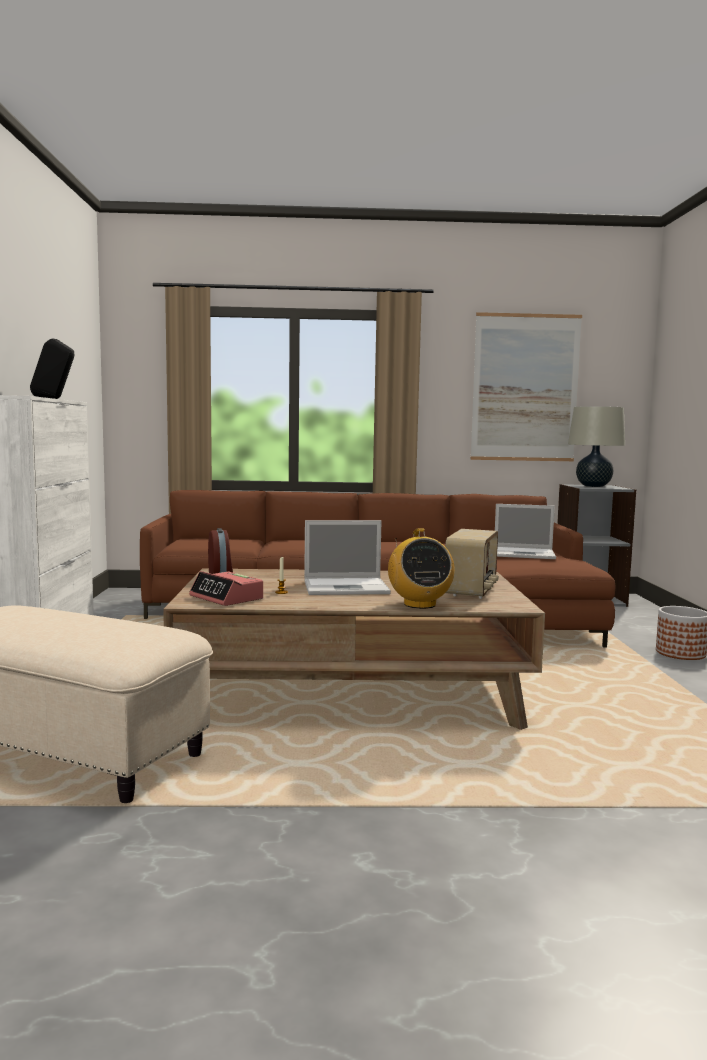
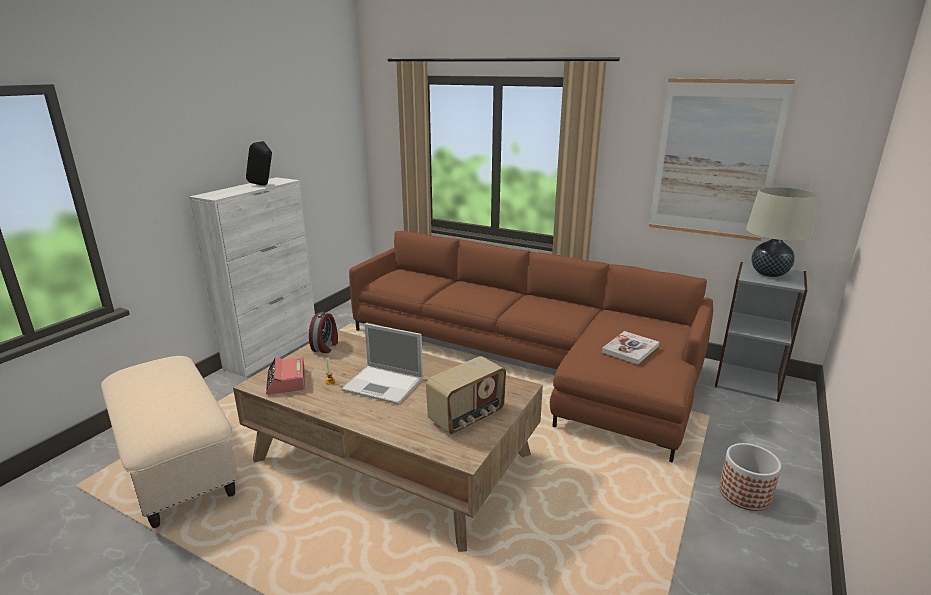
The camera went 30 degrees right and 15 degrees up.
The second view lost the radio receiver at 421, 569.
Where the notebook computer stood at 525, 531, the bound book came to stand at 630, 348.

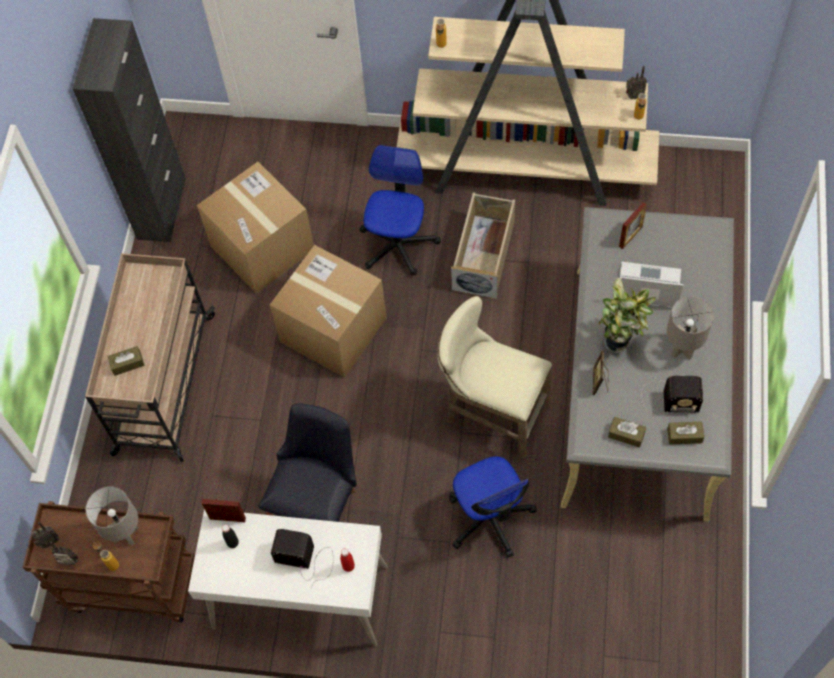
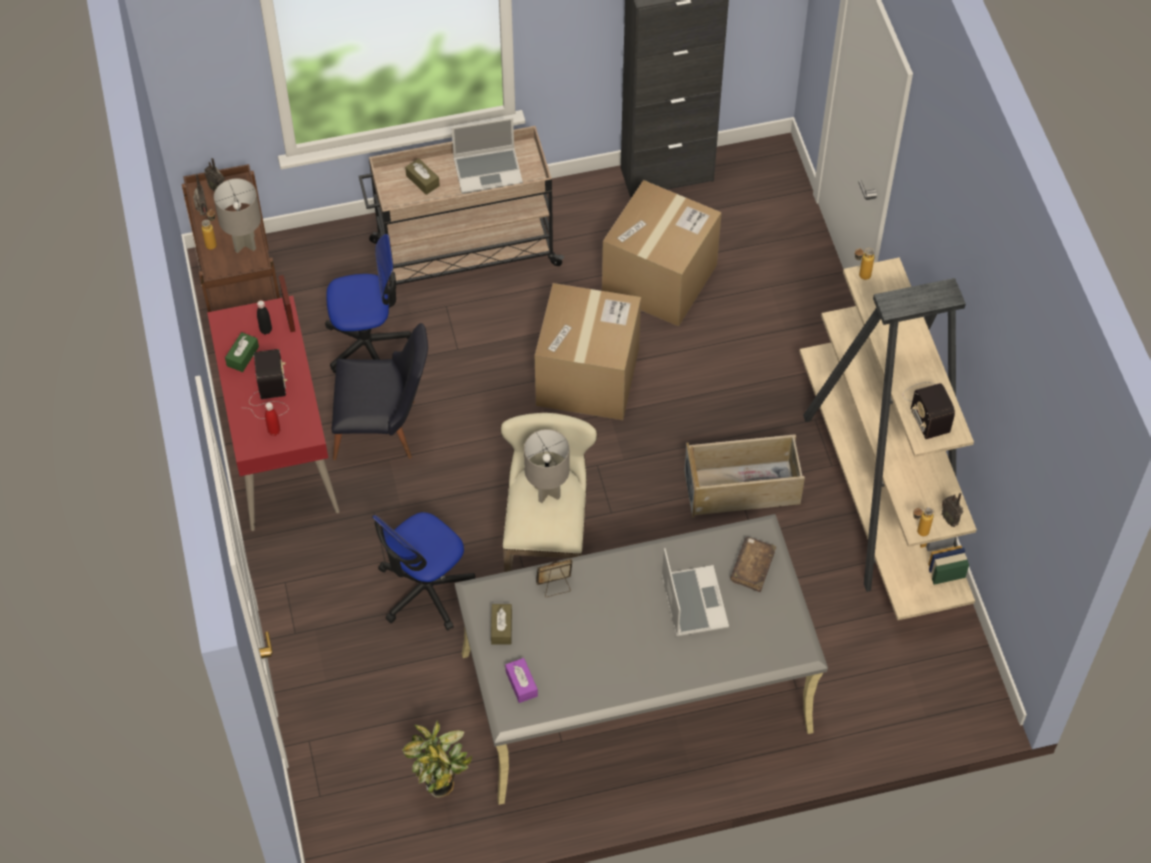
The camera went 65 degrees right and 5 degrees down.
What was the whitish desk unit at 288, 577 turned into the red desk unit at 273, 413.
The office chair ended up elsewhere, having gone from 400, 210 to 368, 303.
The houseplant ended up elsewhere, having gone from 628, 315 to 437, 759.
Where the standing frame stood at 633, 225, the brownish bound book came to stand at 753, 564.
The radio receiver ended up elsewhere, having gone from 672, 394 to 929, 410.
The grey lamp for a table ended up elsewhere, having gone from 690, 328 to 547, 466.
What was the brownish tissue box at 685, 433 turned into the purplish tissue box at 521, 680.
The second view gained the green tissue box at 242, 352.
The second view gained the notebook computer at 487, 156.

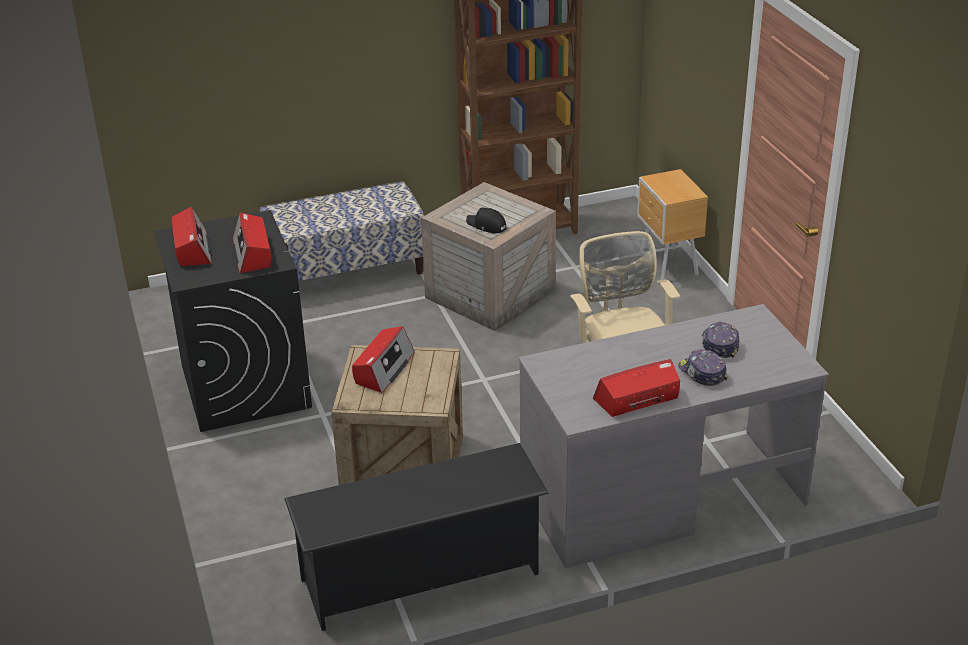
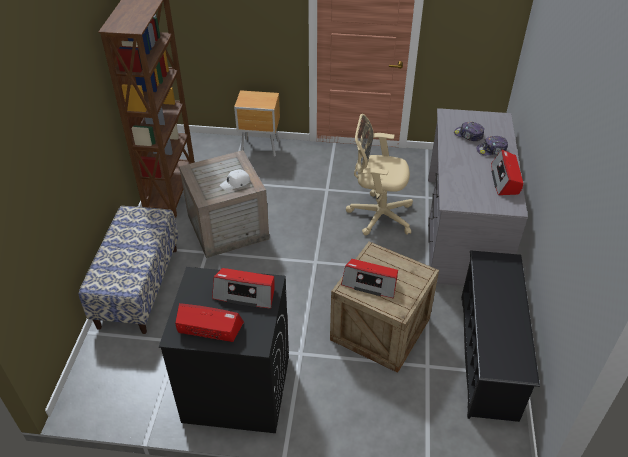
The camera went 65 degrees left and 10 degrees up.
The radio receiver at 383, 359 ended up facing another way, 150 degrees clockwise from before.
What was the blackish baseball cap at 486, 220 turned into the whitish baseball cap at 235, 180.

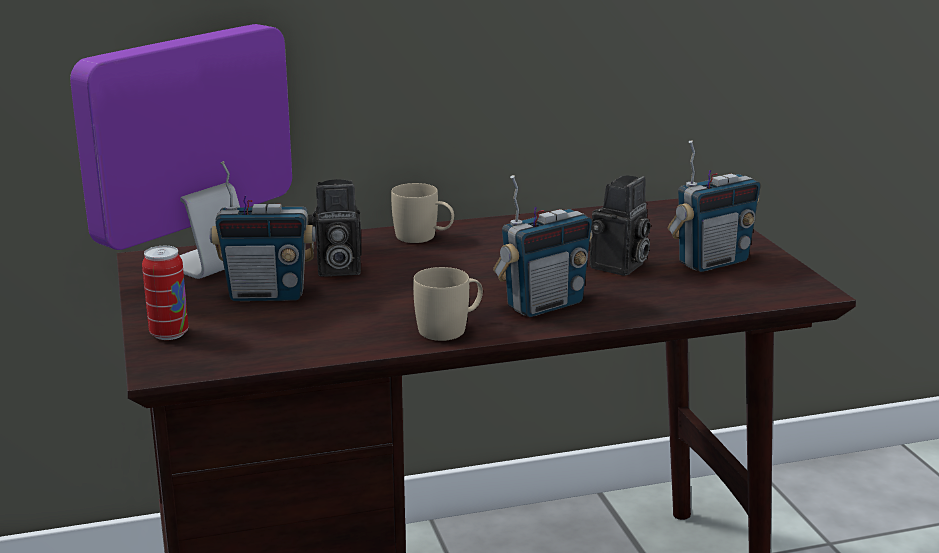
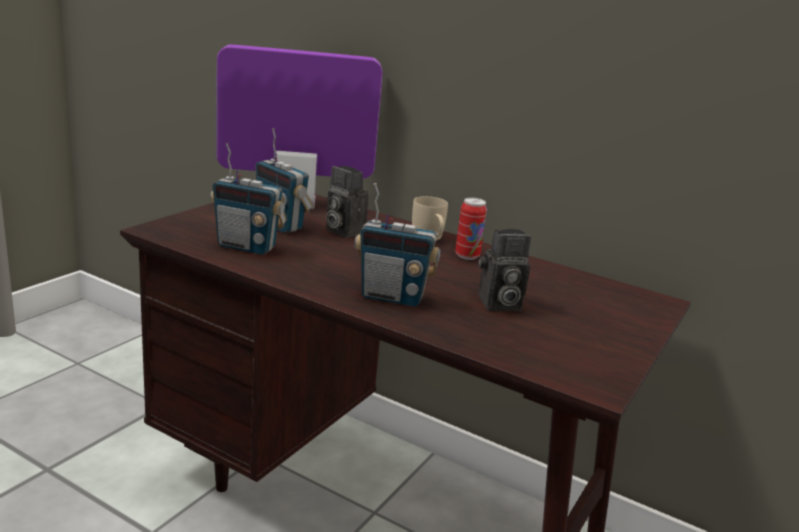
The camera went 45 degrees right and 0 degrees up.
The metal can ended up elsewhere, having gone from 165, 293 to 471, 229.
The second view lost the sand-coloured coffee mug at 448, 304.
The radio receiver ended up elsewhere, having gone from 714, 206 to 248, 199.

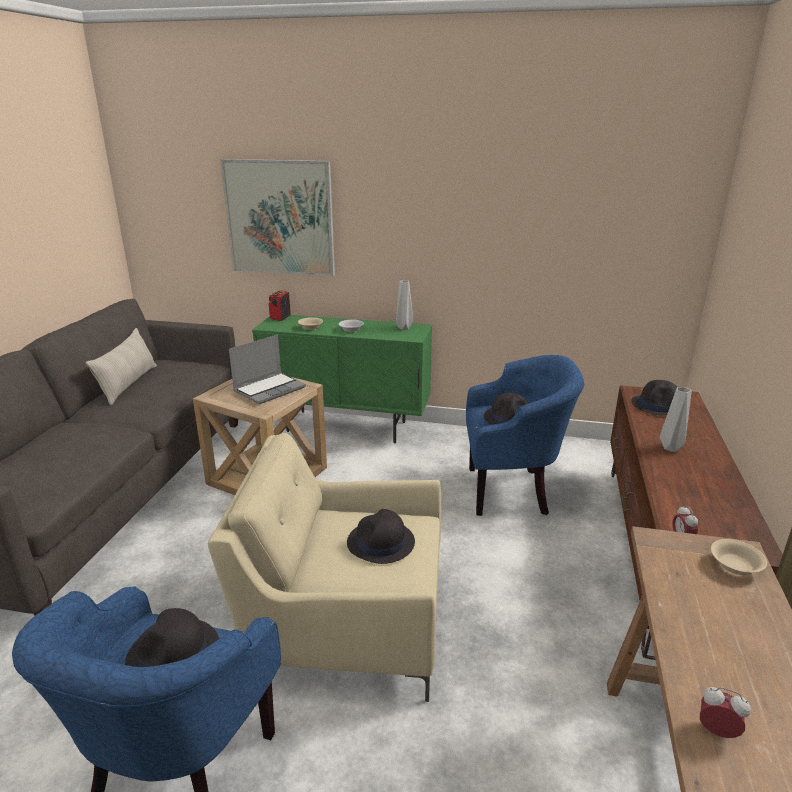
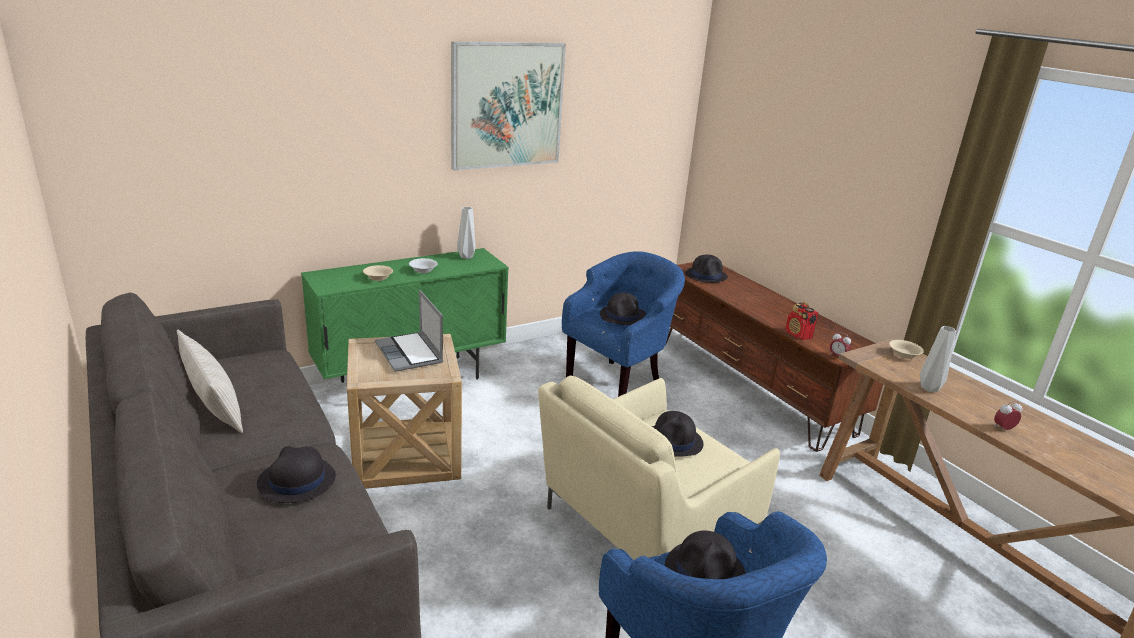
The camera went 45 degrees left and 0 degrees up.
The picture ended up elsewhere, having gone from 277, 217 to 508, 106.
The notebook computer at 267, 369 ended up facing another way, 150 degrees clockwise from before.
The radio receiver ended up elsewhere, having gone from 280, 305 to 801, 321.
The grey decorative vase ended up elsewhere, having gone from 676, 419 to 938, 359.
The second view gained the blackish hat at 296, 474.

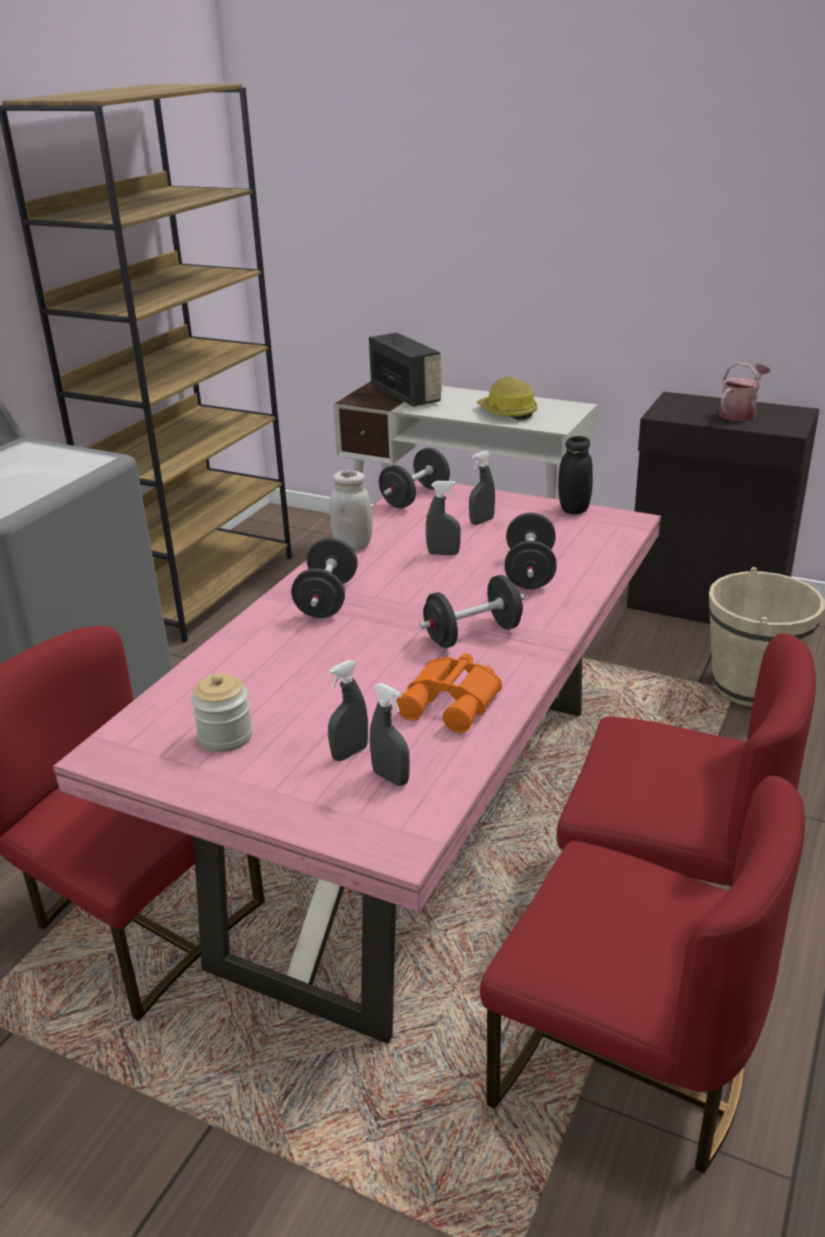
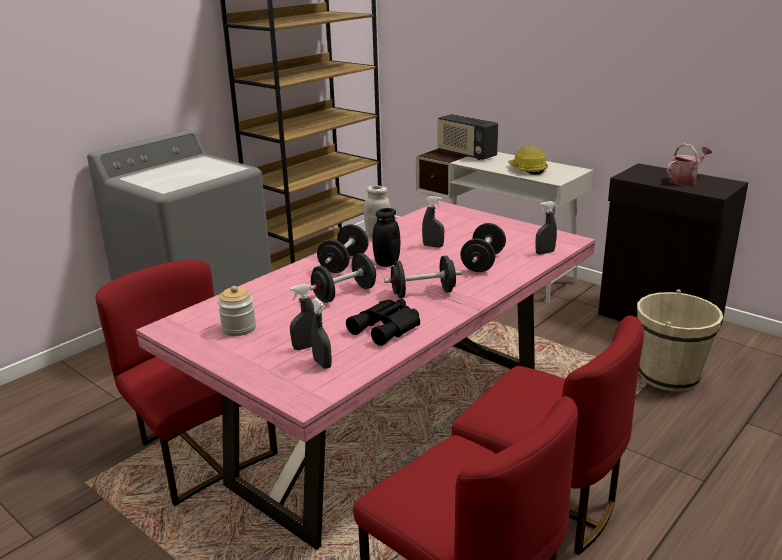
The camera went 15 degrees right and 5 degrees down.
The radio receiver at 405, 369 ended up facing another way, 150 degrees clockwise from before.
The blackish hand weight ended up elsewhere, having gone from 414, 478 to 343, 278.
What was the orange-coloured field glasses at 449, 693 turned into the blackish field glasses at 383, 322.
The grey spray bottle ended up elsewhere, having gone from 482, 488 to 546, 228.
The blackish storage jar ended up elsewhere, having gone from 575, 475 to 386, 237.

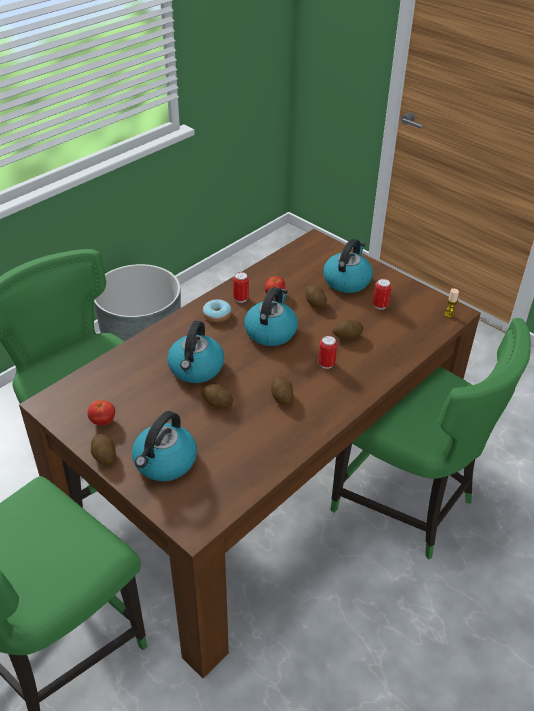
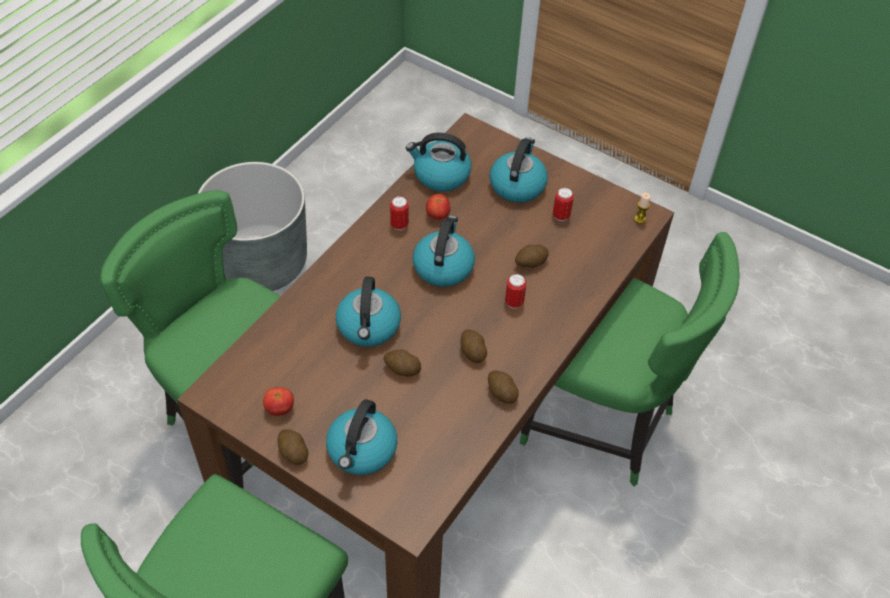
The camera went 10 degrees left and 10 degrees up.
The second view lost the doughnut at 217, 310.
The spud ended up elsewhere, having gone from 316, 296 to 503, 387.
The second view gained the tea kettle at 439, 162.

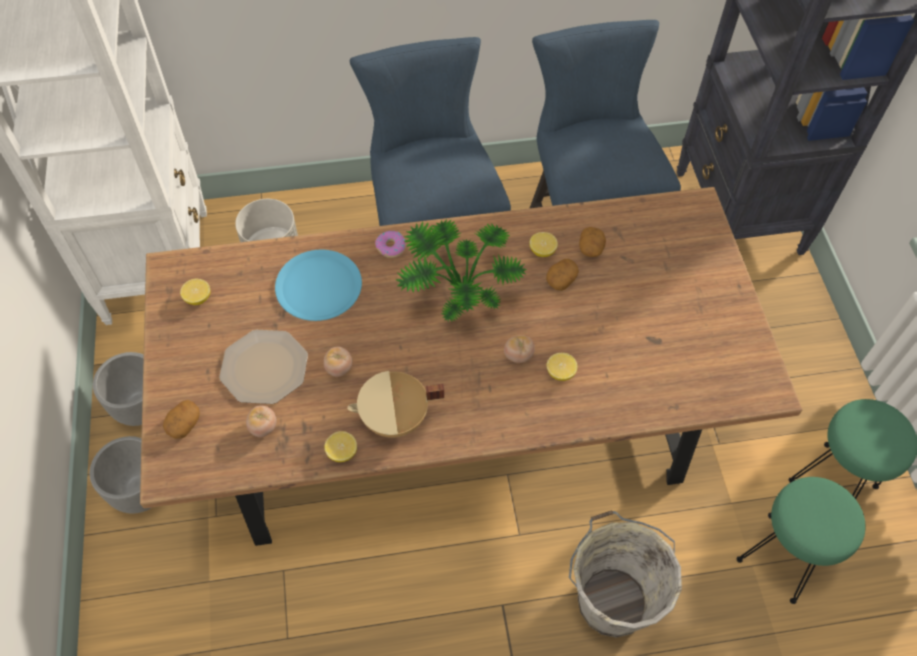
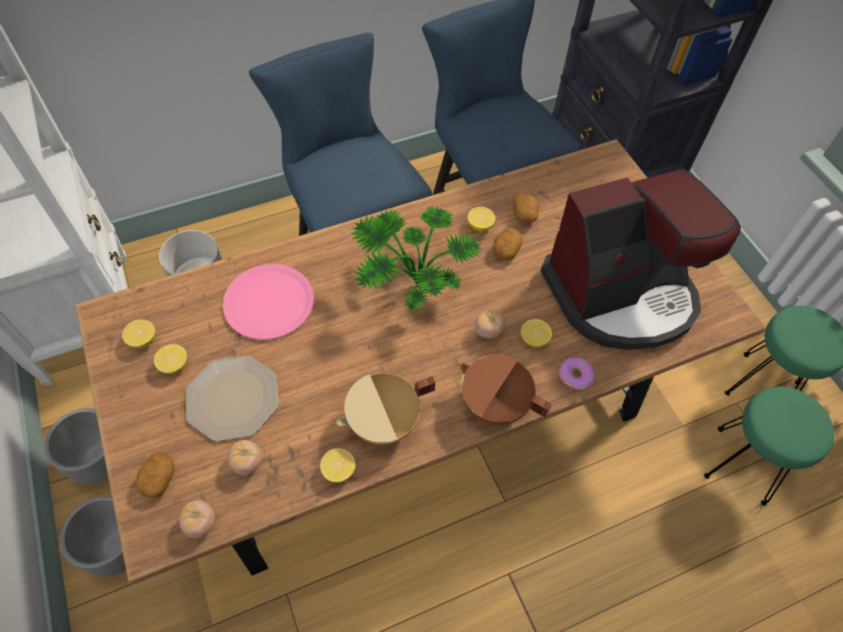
The camera went 15 degrees left and 0 degrees up.
What was the blue-coloured flat dish at 318, 285 turned into the pink flat dish at 268, 302.
The fresh tomato ended up elsewhere, having gone from 337, 362 to 197, 519.
The doughnut ended up elsewhere, having gone from 390, 244 to 577, 373.
The second view lost the grey bucket at 625, 573.
The second view gained the lemon at 170, 359.
The second view gained the brownish cooking pot at 505, 389.
The second view gained the coffee brewer at 641, 259.

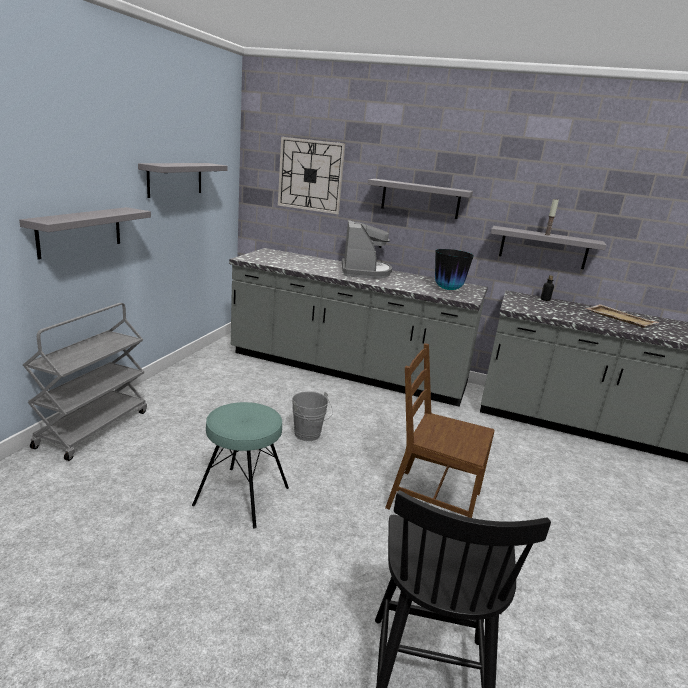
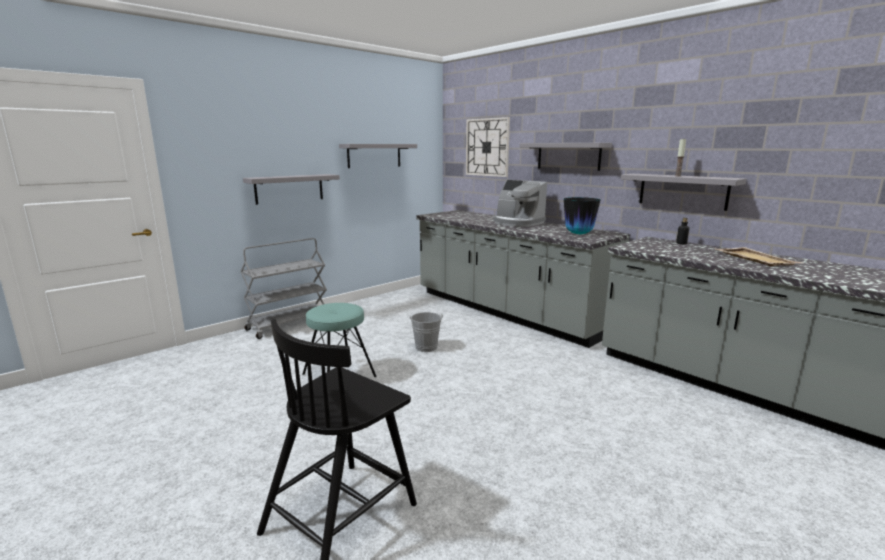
The camera went 30 degrees right and 5 degrees down.
The coffee brewer at 367, 249 ended up facing another way, 105 degrees clockwise from before.
The second view lost the brownish upright chair at 440, 430.

